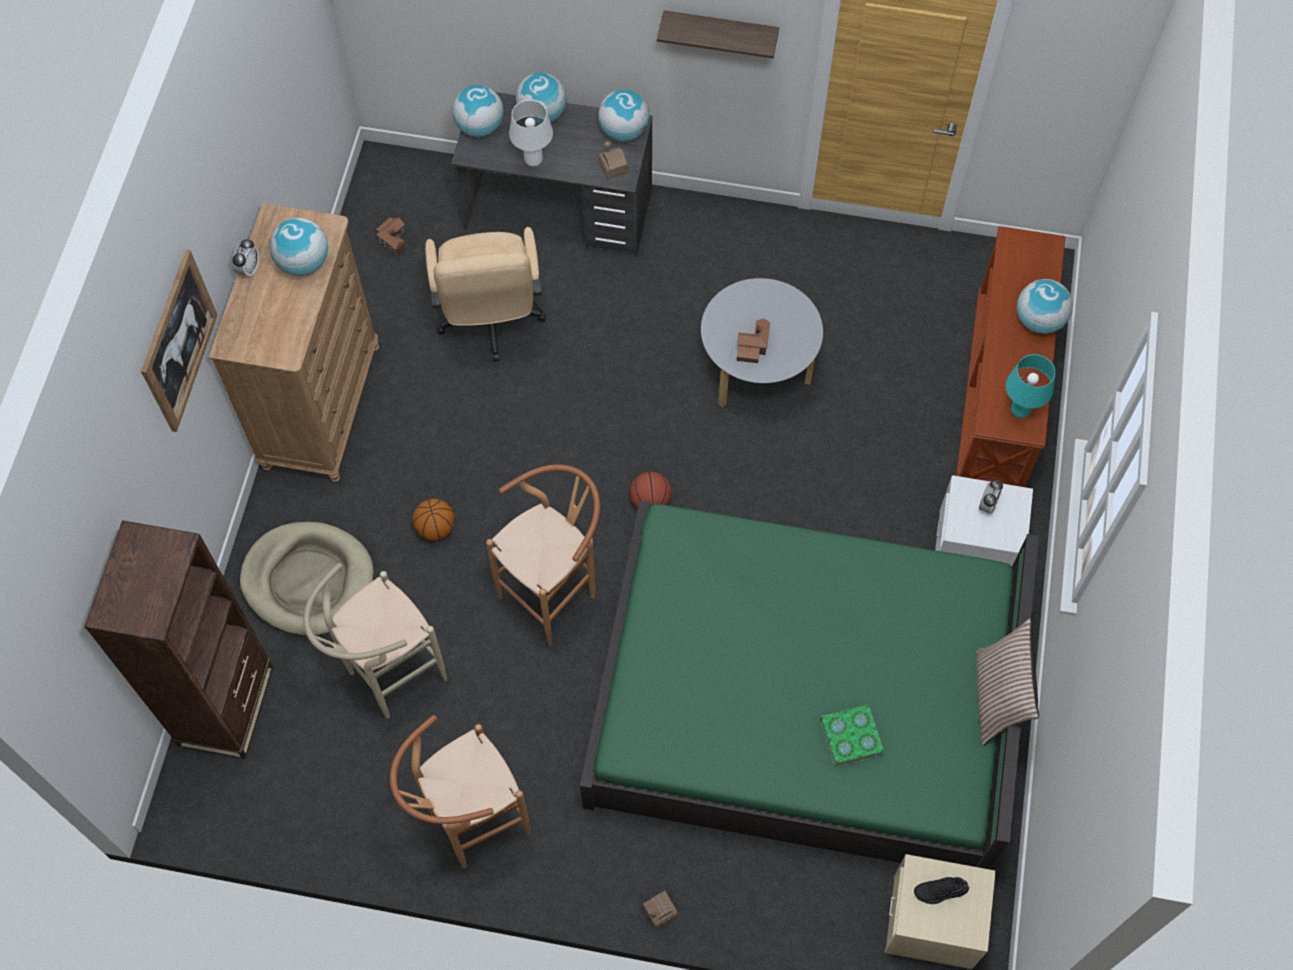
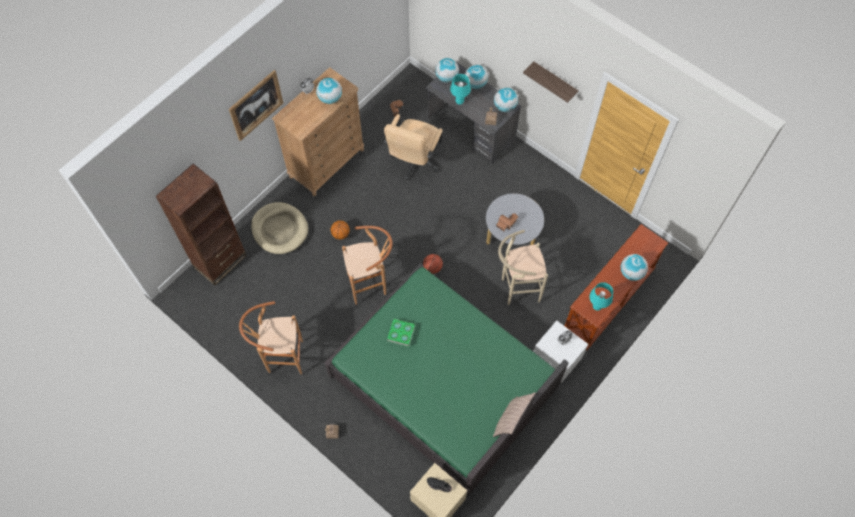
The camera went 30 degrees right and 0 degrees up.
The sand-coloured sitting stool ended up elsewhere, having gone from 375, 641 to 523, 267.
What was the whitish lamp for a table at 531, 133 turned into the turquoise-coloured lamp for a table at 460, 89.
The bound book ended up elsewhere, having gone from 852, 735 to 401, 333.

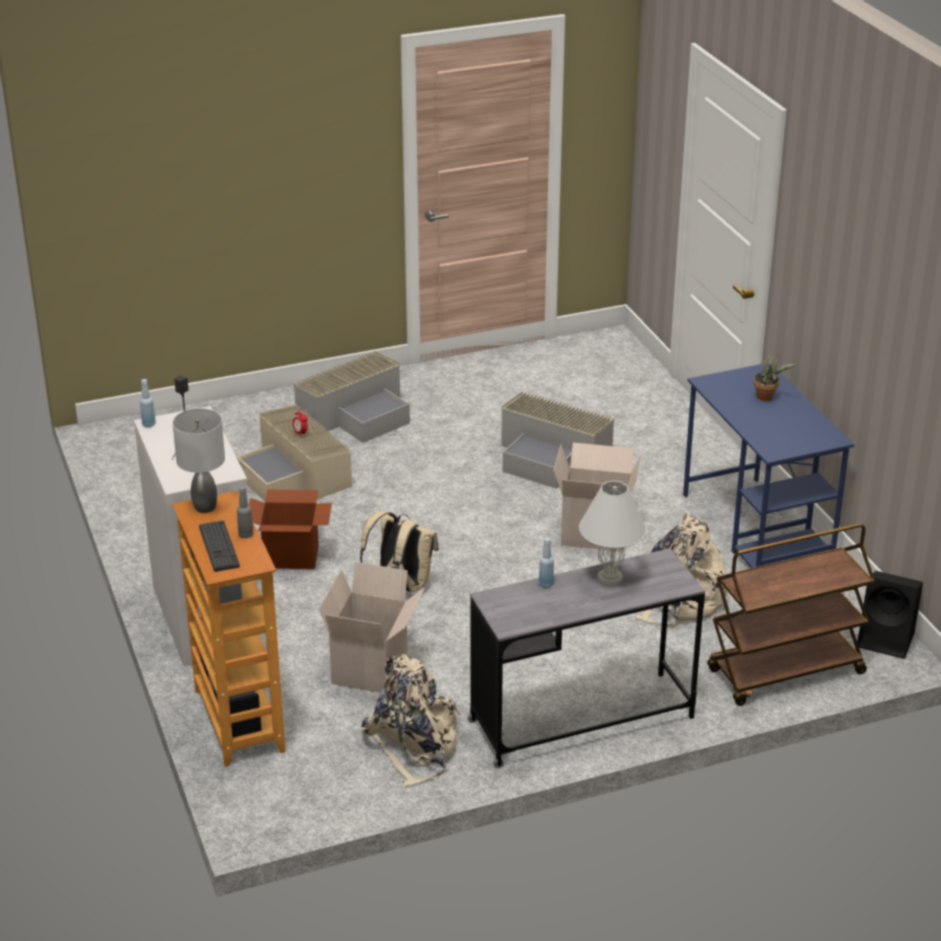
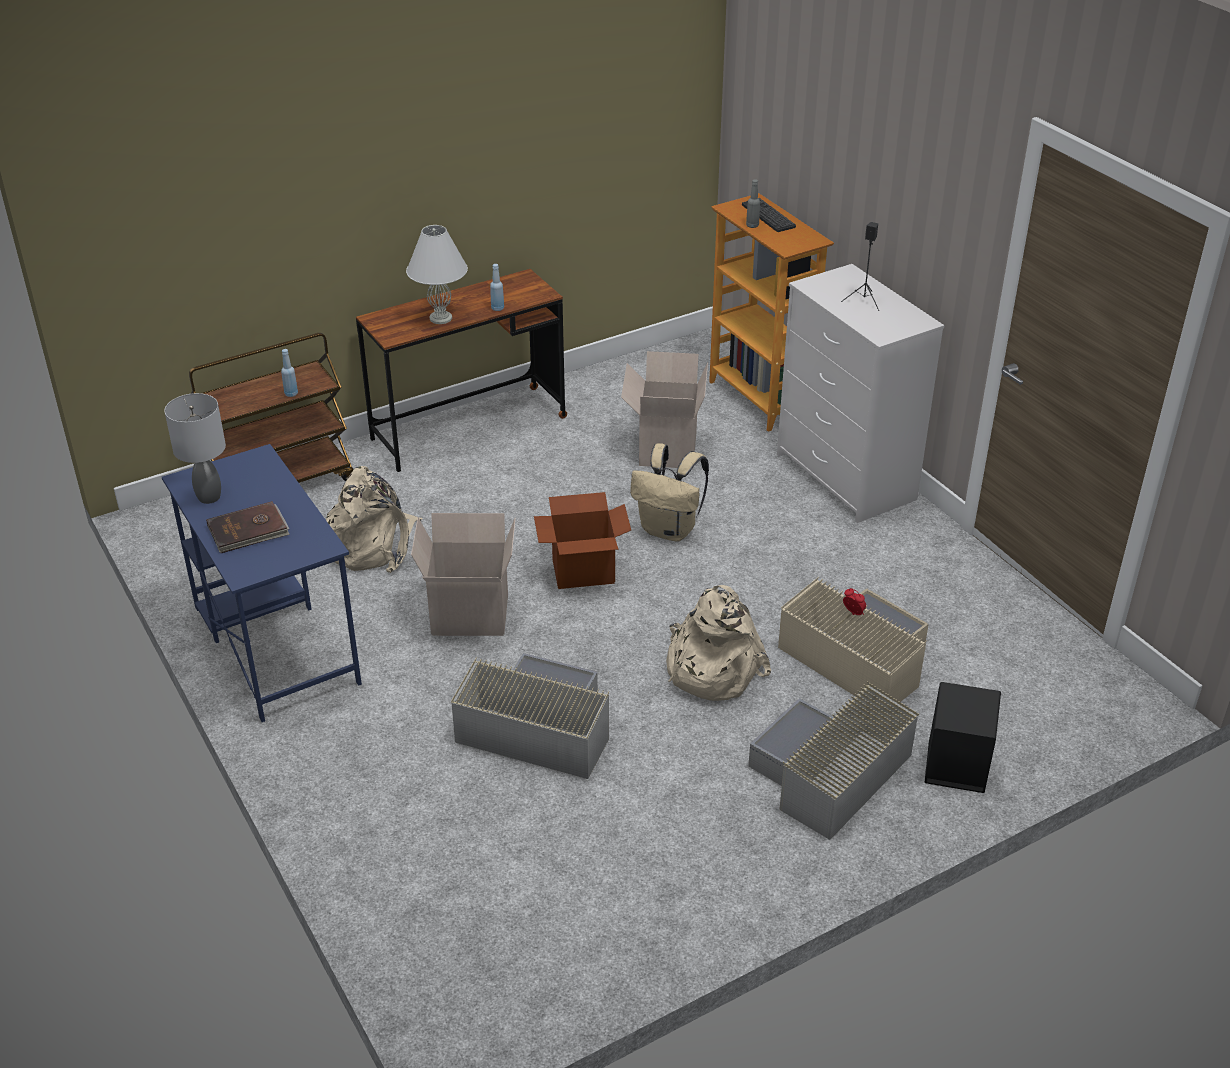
The camera went 170 degrees right and 5 degrees up.
The blue-coloured drink bottle ended up elsewhere, having gone from 148, 403 to 289, 373.
The grey lamp for a table ended up elsewhere, having gone from 198, 460 to 195, 448.
The packing box ended up elsewhere, having gone from 290, 529 to 582, 540.
The sand-coloured backpack ended up elsewhere, having gone from 411, 720 to 718, 643.
What was the grey desk unit at 586, 658 turned into the brownish desk unit at 461, 370.
Where the houseplant stood at 775, 378, the brownish bound book came to stand at 248, 527.
The blackish speaker ended up elsewhere, having gone from 890, 615 to 963, 737.

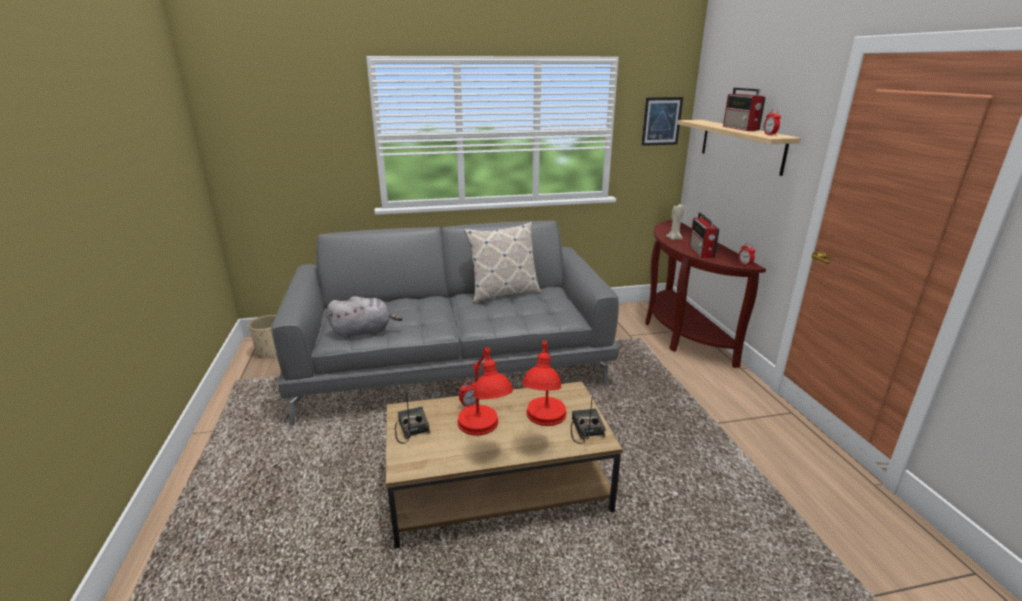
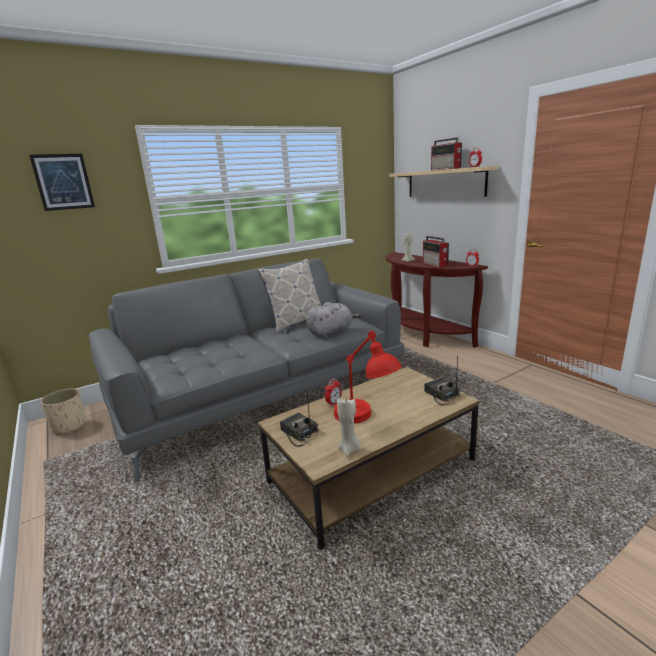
The camera went 20 degrees left and 5 degrees down.
The grey plush toy ended up elsewhere, having gone from 365, 317 to 334, 320.
The second view lost the red lamp for a table at 544, 383.
The picture ended up elsewhere, having gone from 662, 121 to 62, 182.
The second view gained the sand-coloured candle at 349, 427.

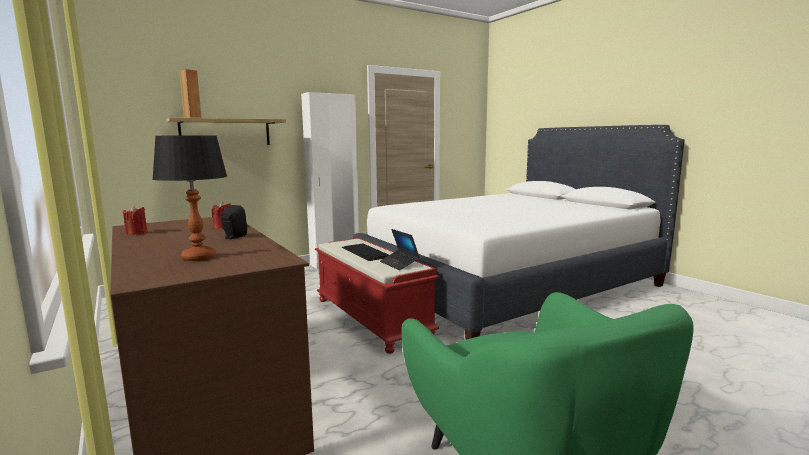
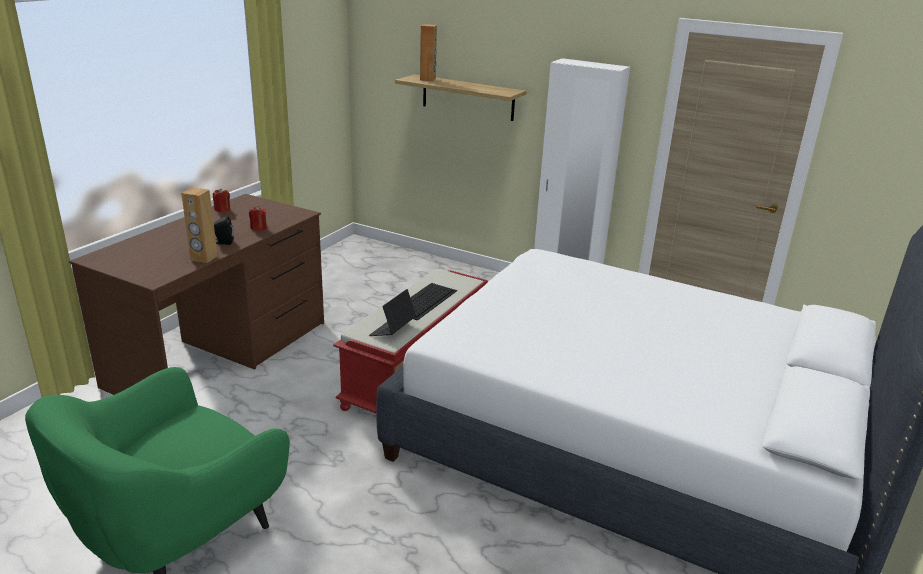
The camera went 60 degrees right and 15 degrees up.
The second view lost the lamp for a table at 189, 198.
The second view gained the brownish speaker at 199, 225.

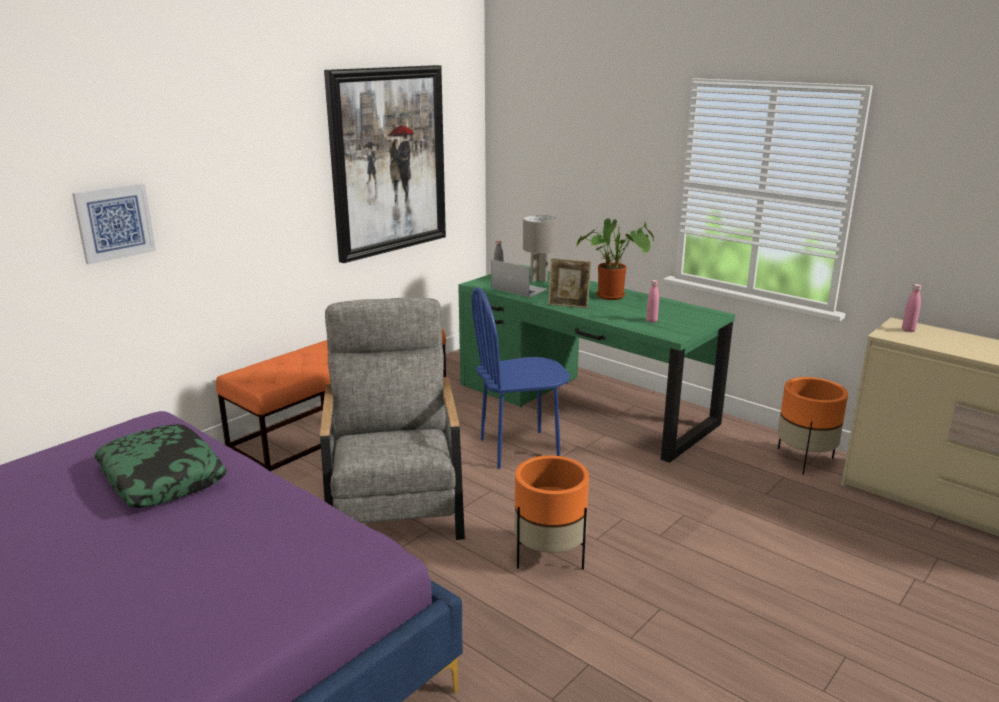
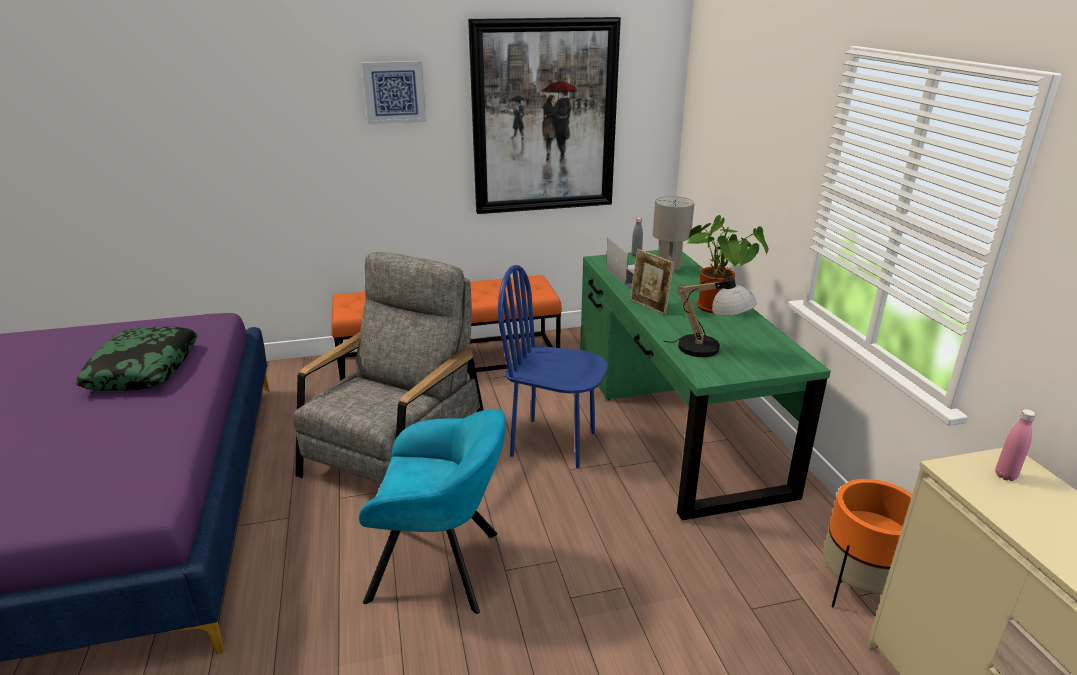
The camera went 35 degrees right and 5 degrees up.
The picture ended up elsewhere, having gone from 114, 224 to 394, 92.
Where the orange-coloured plant pot stood at 551, 512, the turquoise-coloured armchair came to stand at 432, 511.
Where the pink drink bottle stood at 652, 301, the lamp for a table came to stand at 710, 315.

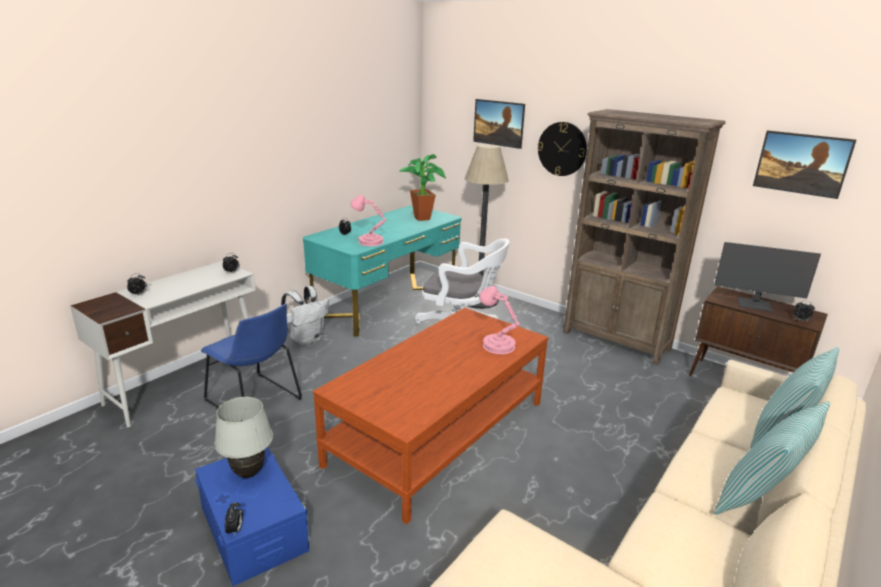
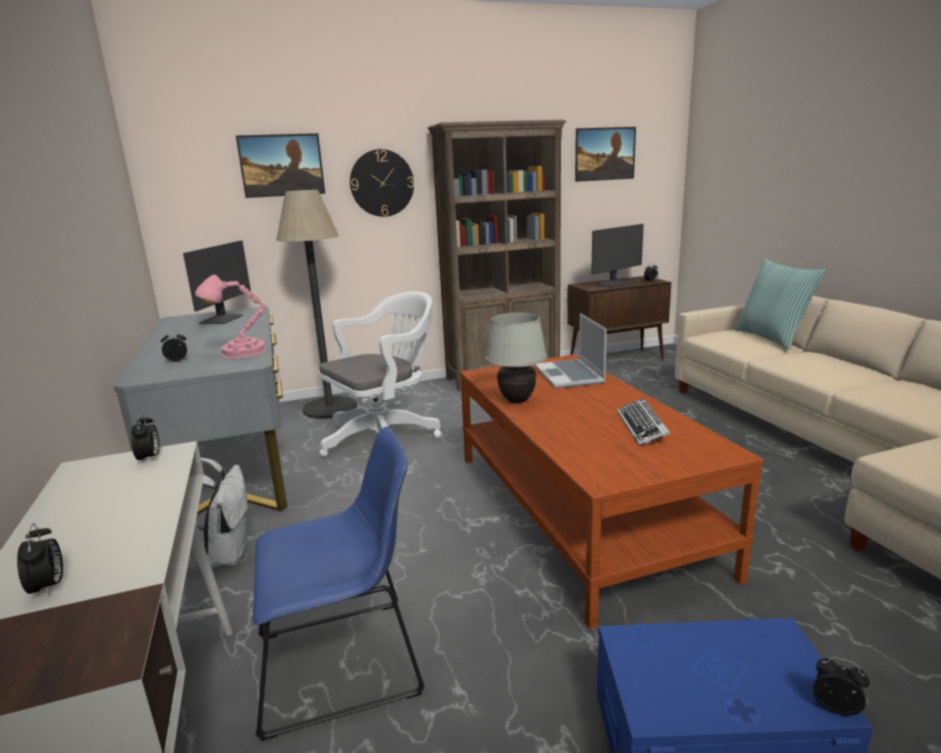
The camera went 55 degrees left and 5 degrees down.
The whitish lamp for a table ended up elsewhere, having gone from 243, 437 to 516, 357.
What was the turquoise-coloured desk unit at 382, 271 turned into the grey desk unit at 201, 411.
Where the houseplant stood at 422, 187, the computer screen came to stand at 217, 282.
Where the pink lamp for a table stood at 499, 320, the notebook computer came to stand at 571, 350.
The second view lost the throw pillow at 772, 458.
The second view gained the PC keyboard at 644, 422.

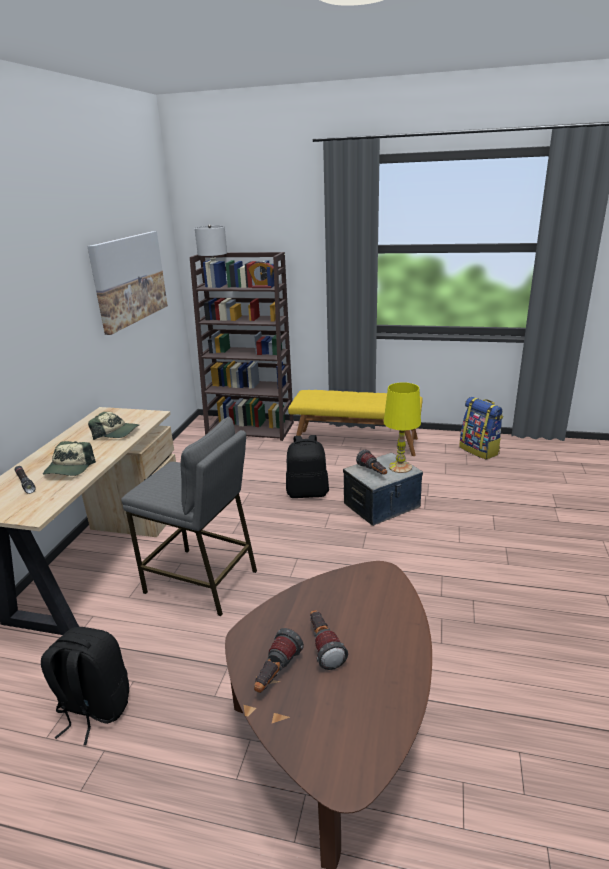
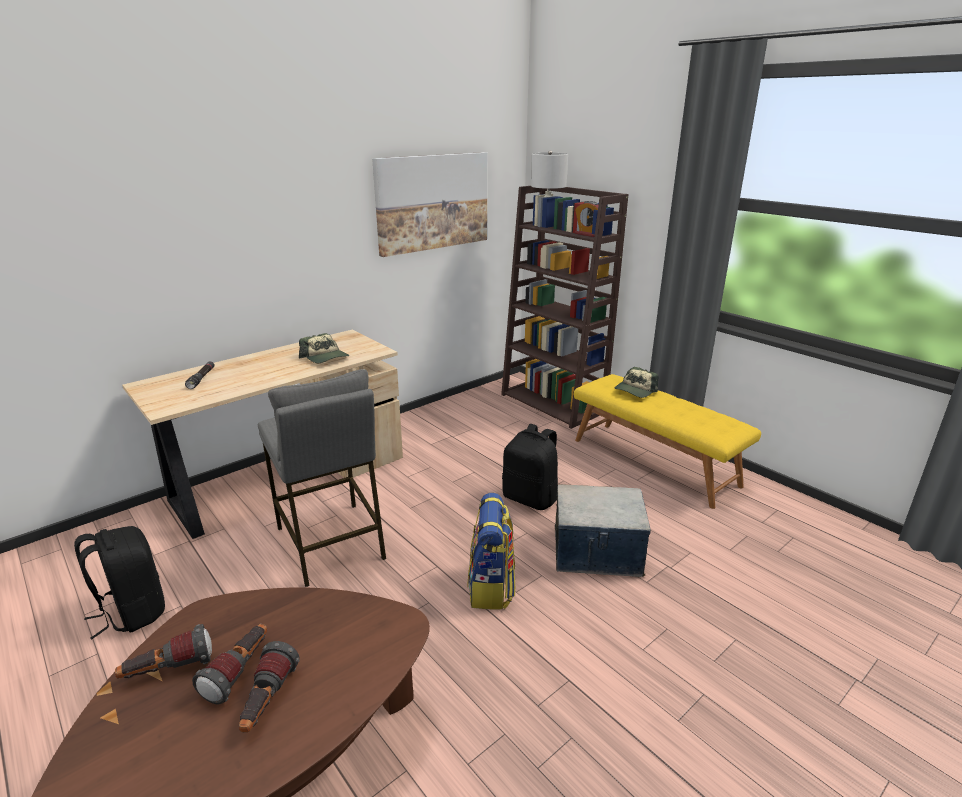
The camera went 35 degrees right and 0 degrees up.
The baseball cap ended up elsewhere, having gone from 69, 458 to 636, 382.
The torch ended up elsewhere, having gone from 371, 462 to 269, 687.
The second view lost the yellow-coloured lamp for a table at 402, 427.
The backpack ended up elsewhere, having gone from 481, 428 to 491, 551.

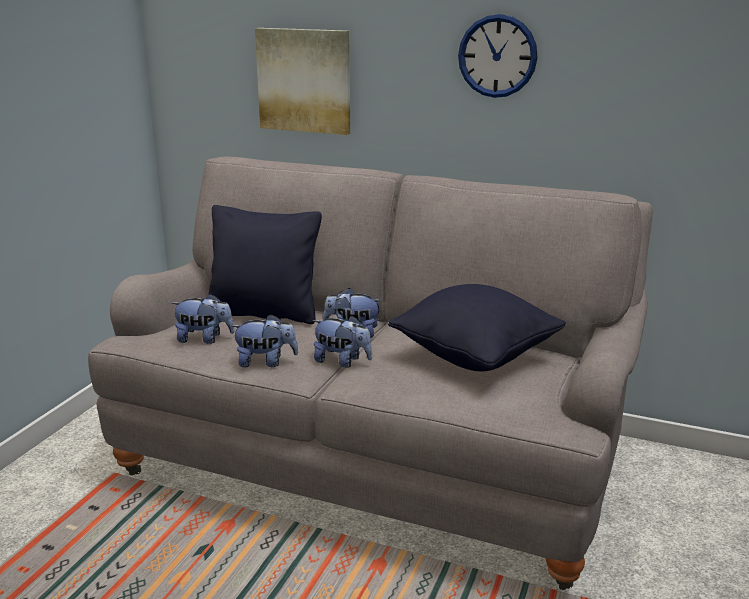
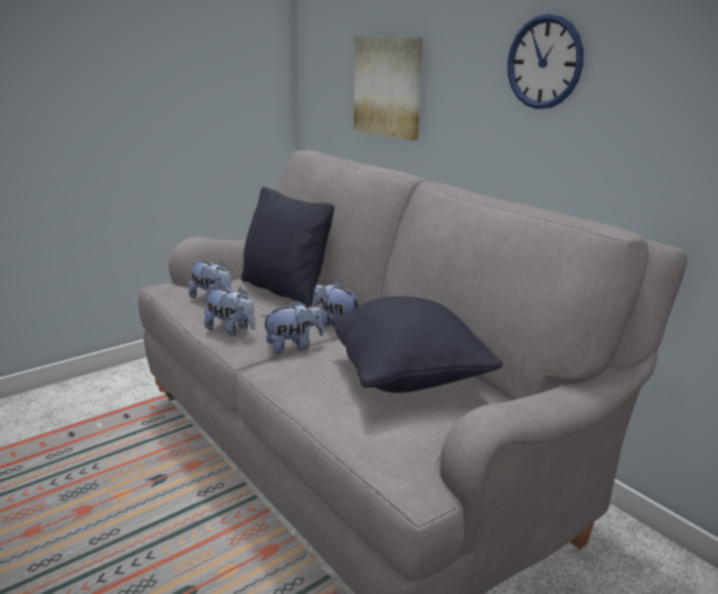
The camera went 30 degrees right and 0 degrees up.
The plush toy at 342, 341 ended up facing another way, 75 degrees counterclockwise from before.

